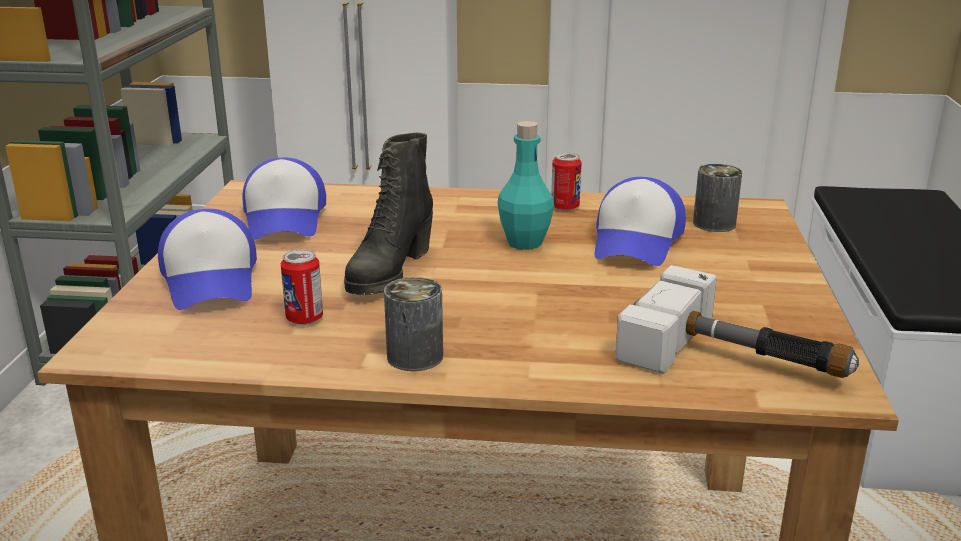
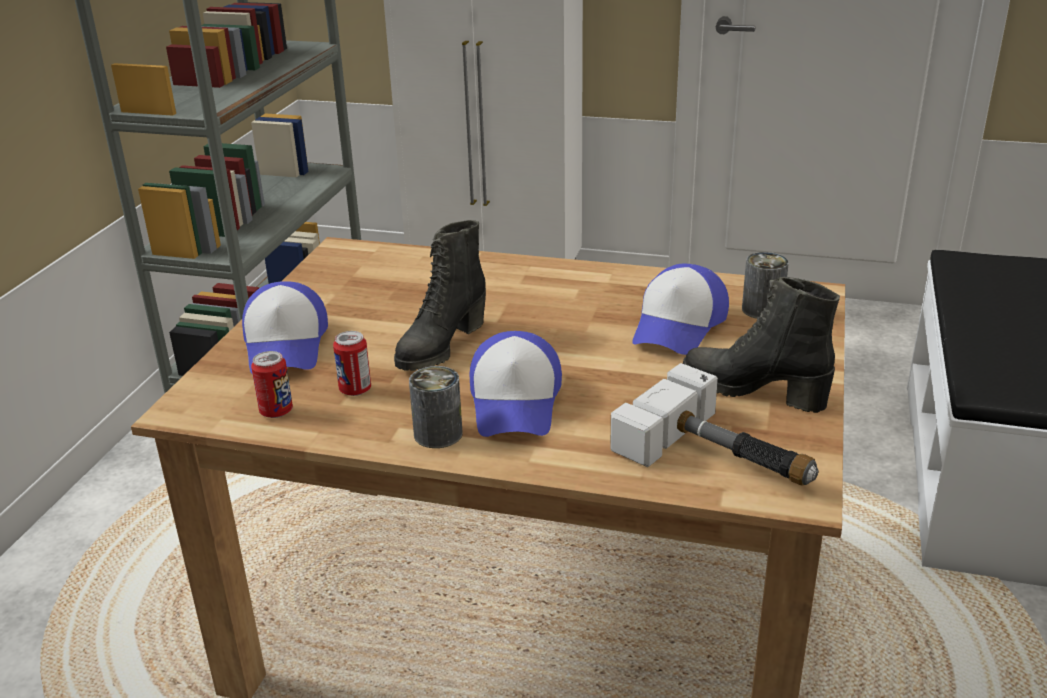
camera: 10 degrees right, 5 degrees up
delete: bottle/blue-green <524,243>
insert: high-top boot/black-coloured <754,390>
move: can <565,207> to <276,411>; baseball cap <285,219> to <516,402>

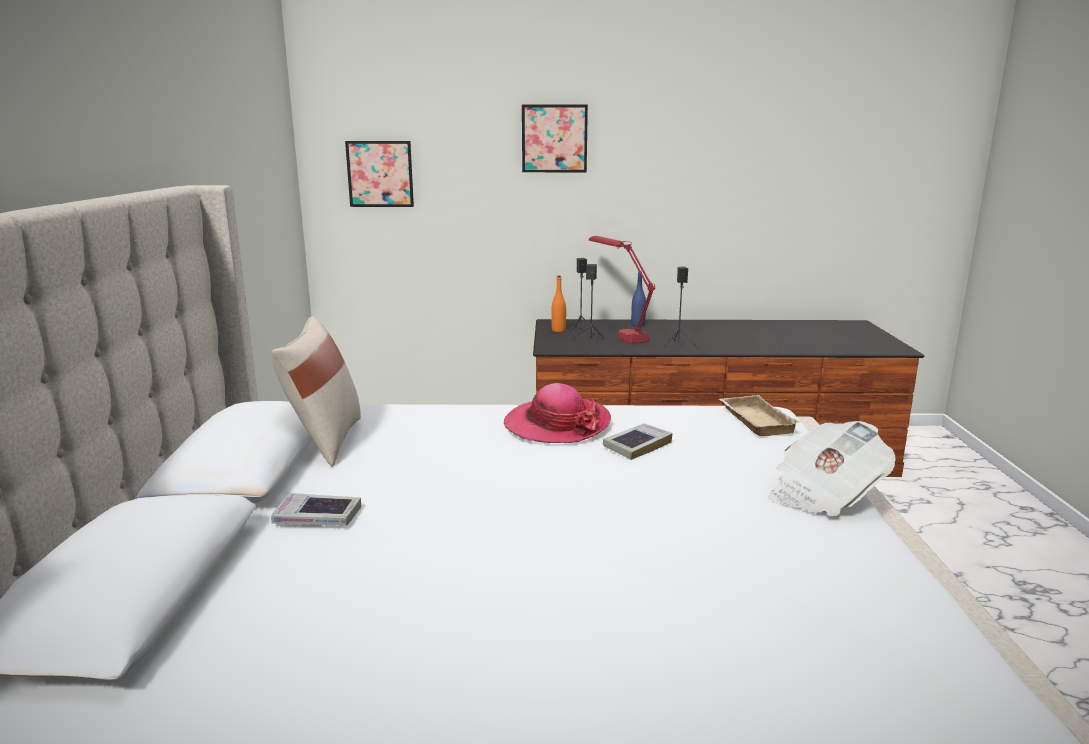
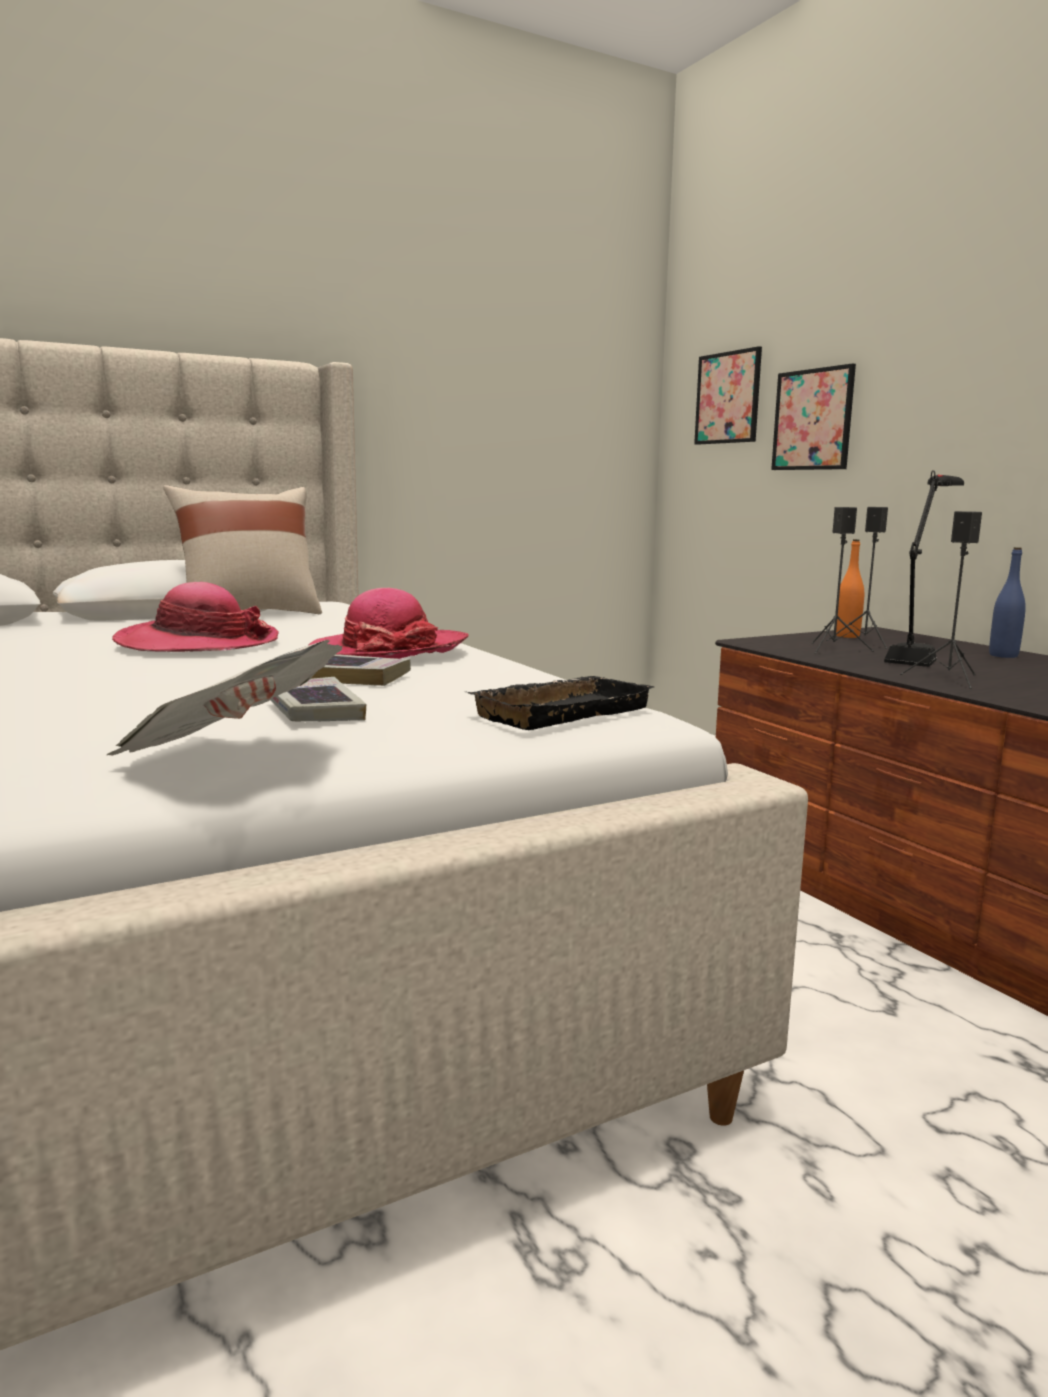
camera: 60 degrees right, 5 degrees down
insert: clothing hat <198,643>
move: volume <317,517> to <314,711>; wall picture <554,138> to <813,419>
recolor: carrying tray/beige <754,420> to carrying tray/black-coloured <560,711>; tabletop lamp/red <619,334> to tabletop lamp/black-coloured <919,654>

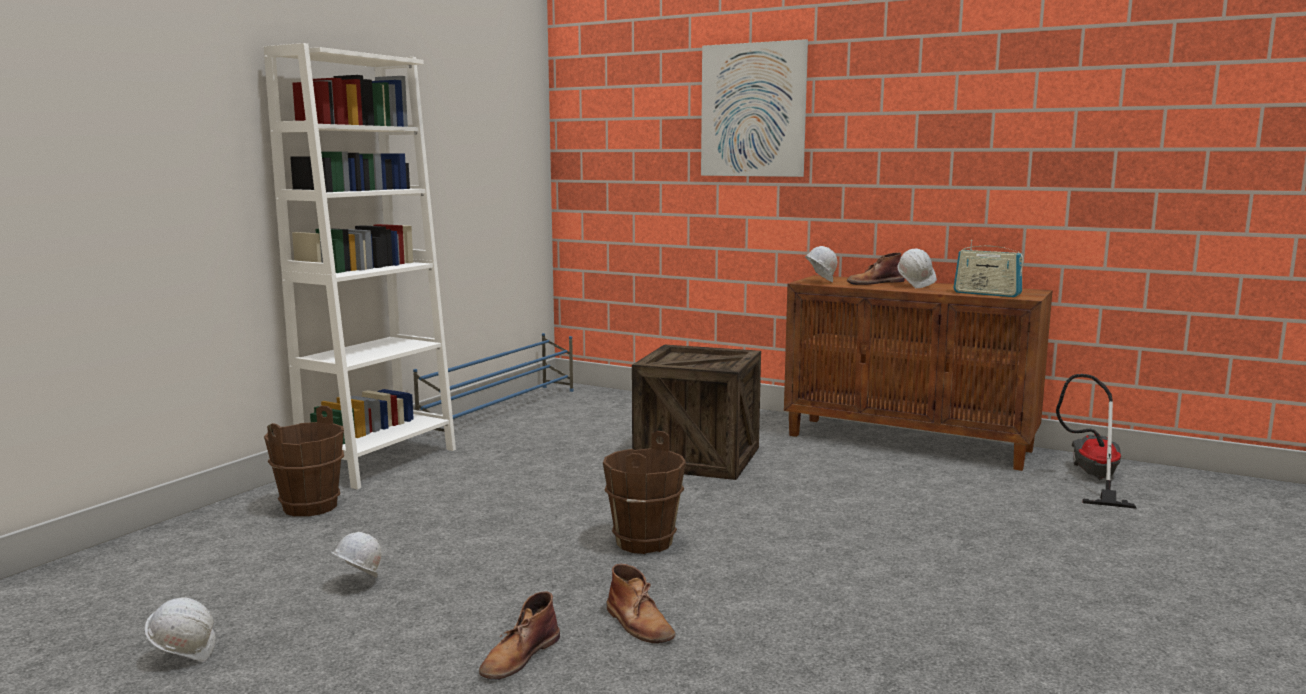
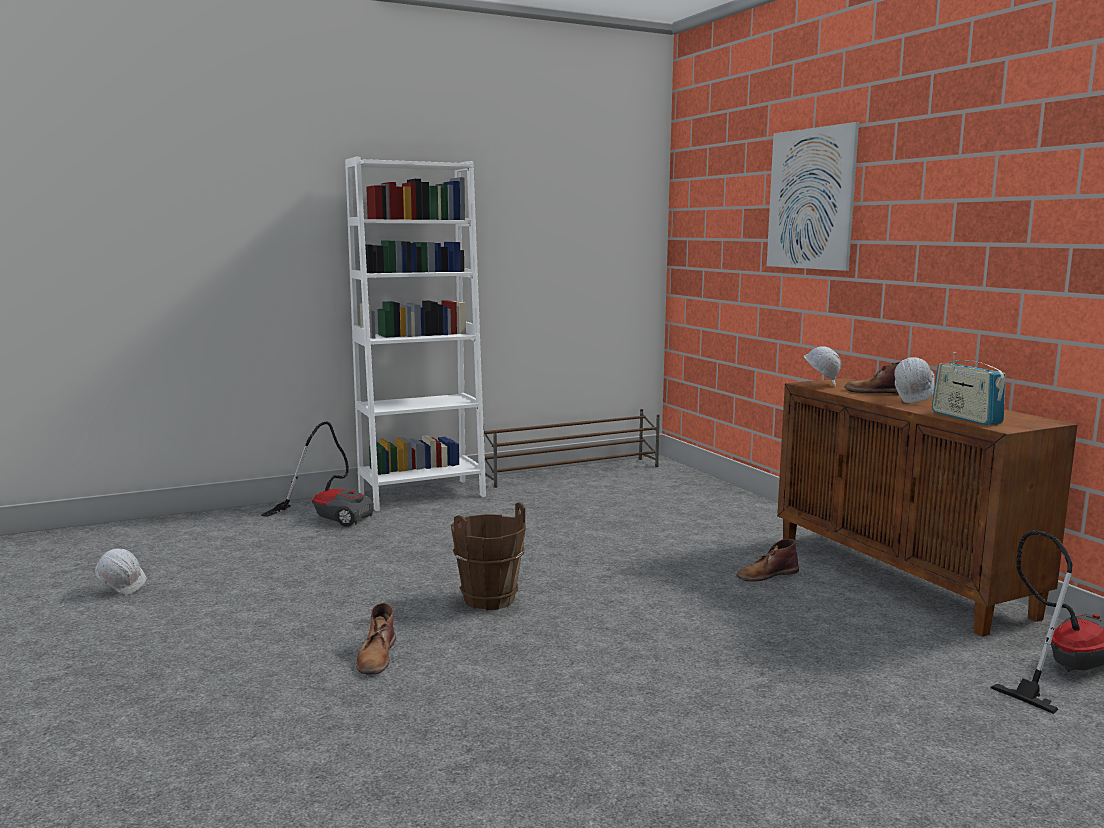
camera: 35 degrees right, 0 degrees up
delete: safety helmet/whitish <357,584>; crate <697,458>
move: high-top boot/brown-coloured <519,656> to <766,574>
replace: pail/brown-coloured <311,507> to vacuum cleaner <330,516>
recolor: shoe shelf/bluish <502,410> to shoe shelf/brown-coloured <573,472>

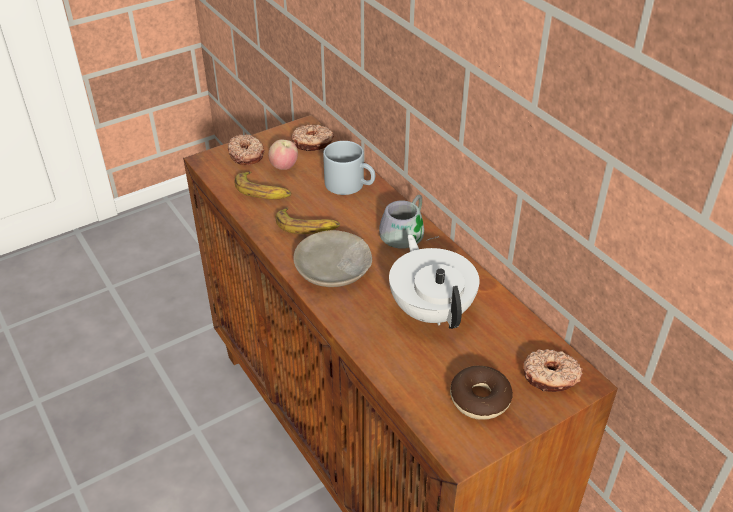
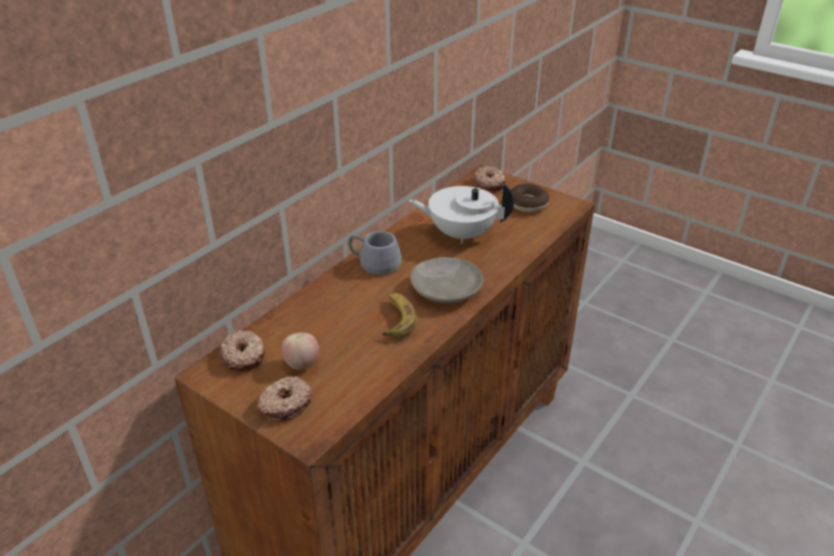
camera: 110 degrees left, 5 degrees down
delete: banana fruit <263,191>; coffee mug/gray <351,185>
rotate: tea pot/whitish <431,309> = <461,234> 45 degrees clockwise

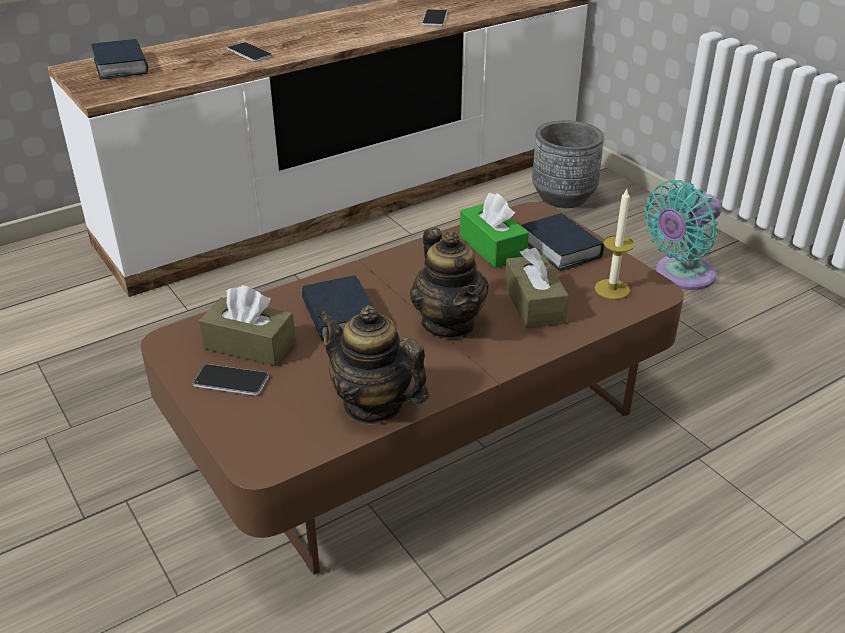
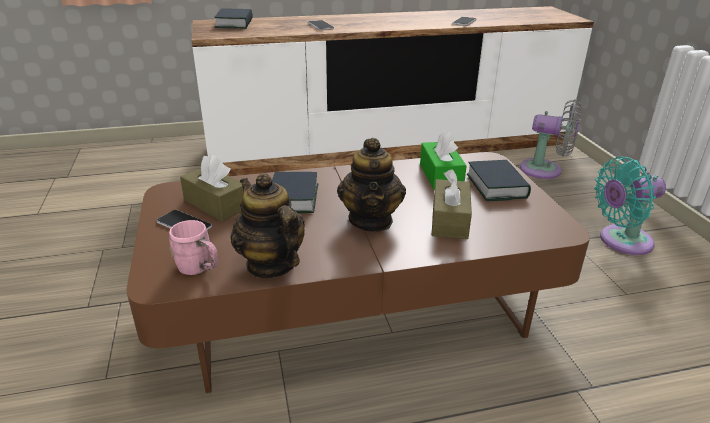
camera: 20 degrees right, 5 degrees down
delete: candle <612,289>
insert: coffee mug/pinkish <199,269>
replace: planter/gray <563,197> to electric fan/gray <545,170>

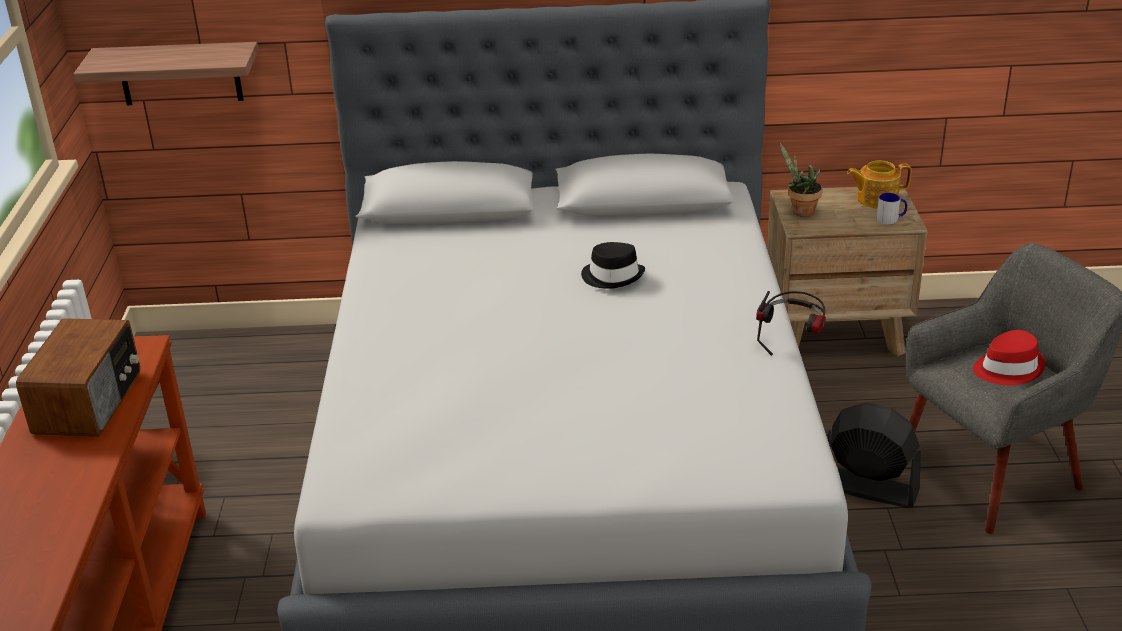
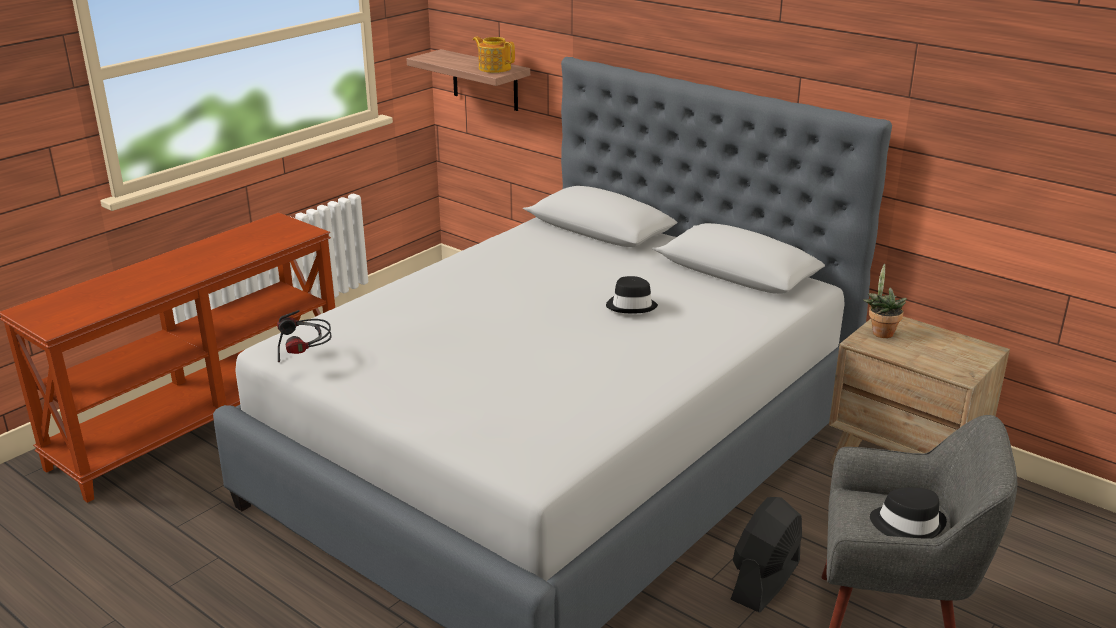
camera: 40 degrees right, 5 degrees down
delete: radio <90,402>; coffee mug <891,219>
move: pair of headphones <792,343> to <306,362>; tea pot <876,199> to <494,68>
recolor: clothing hat/red <1007,368> to clothing hat/black-coloured <907,524>
rotate: electric fan/black-coloured <867,487> = <765,581> 120 degrees counterclockwise

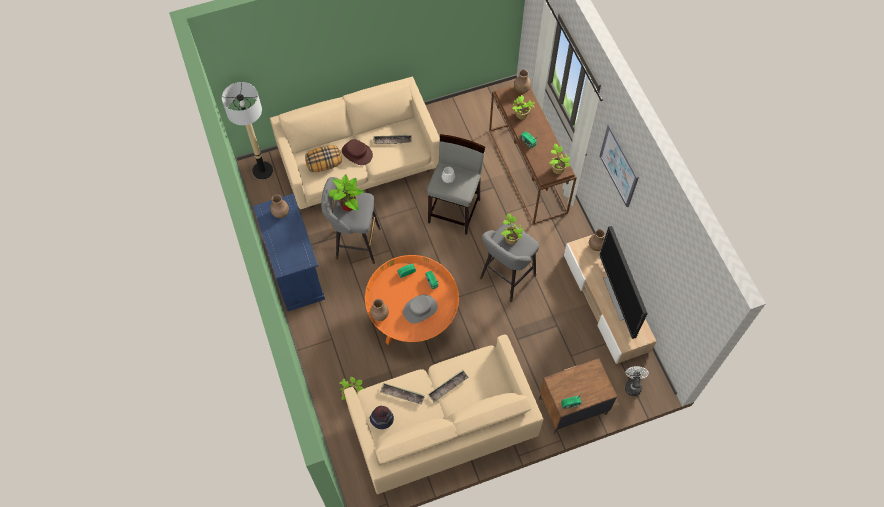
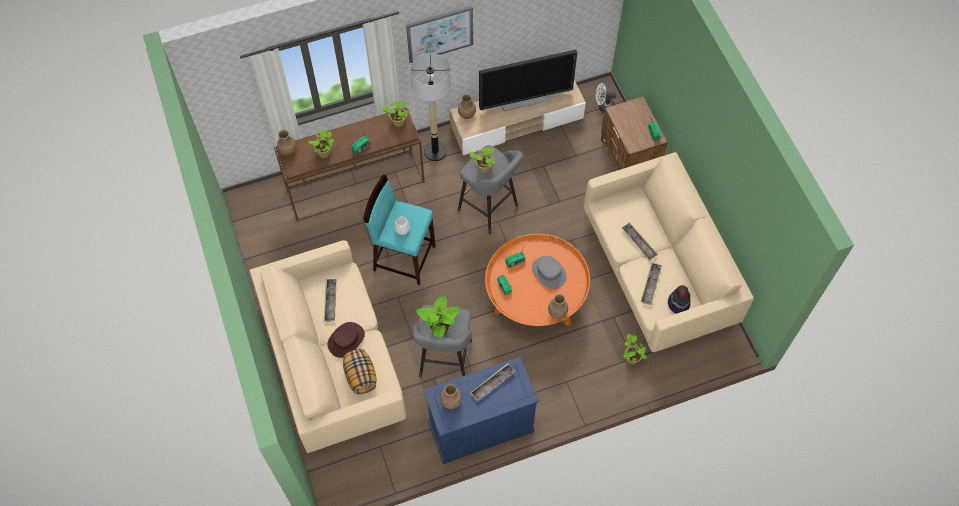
camera: 90 degrees left, 0 degrees up
insert: carrying tray <492,383>
move: standing lamp <262,170> to <435,151>
recolor: sitting stool/gray <455,210> to sitting stool/blue-green <404,257>

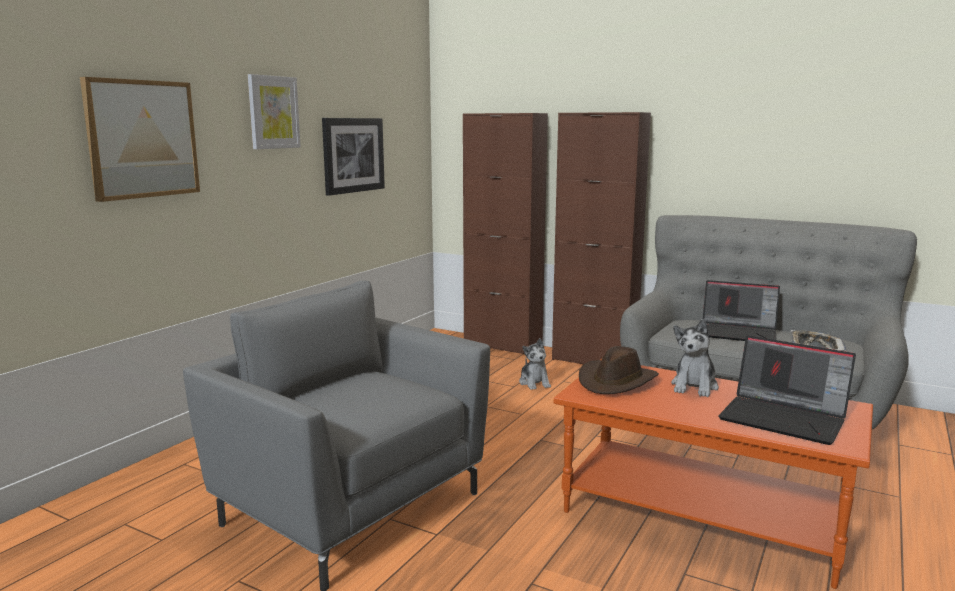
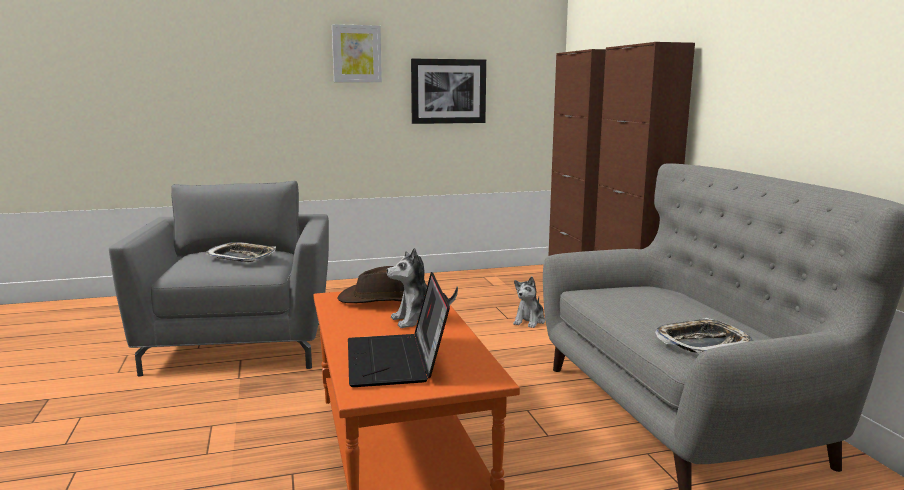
camera: 45 degrees right, 0 degrees up
delete: wall picture <142,139>; laptop <739,333>
insert: carrying tray <242,257>

